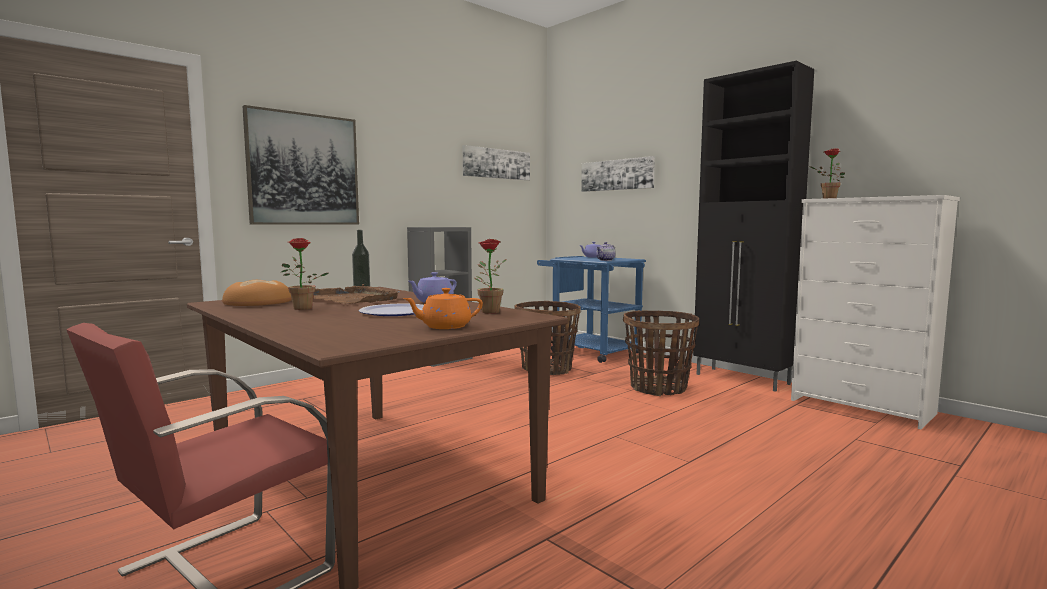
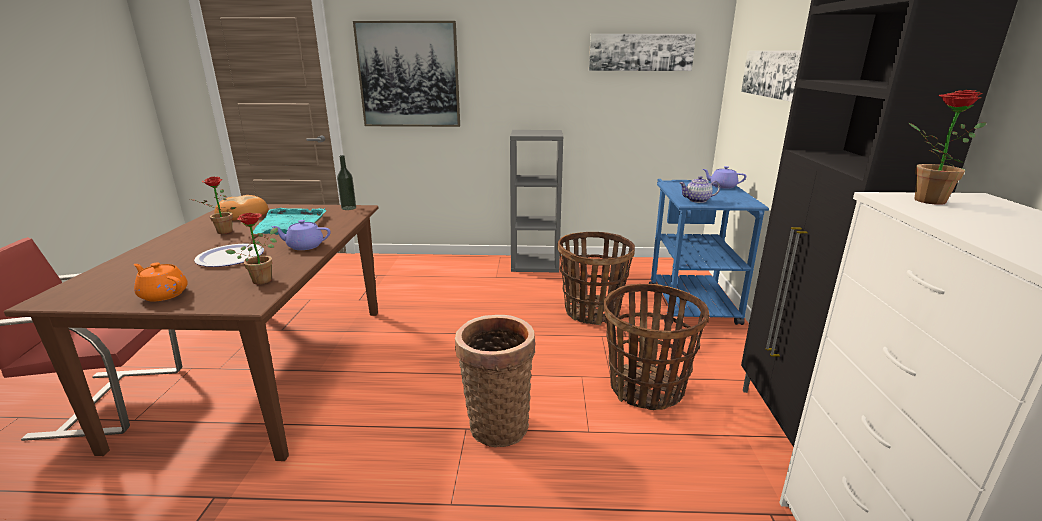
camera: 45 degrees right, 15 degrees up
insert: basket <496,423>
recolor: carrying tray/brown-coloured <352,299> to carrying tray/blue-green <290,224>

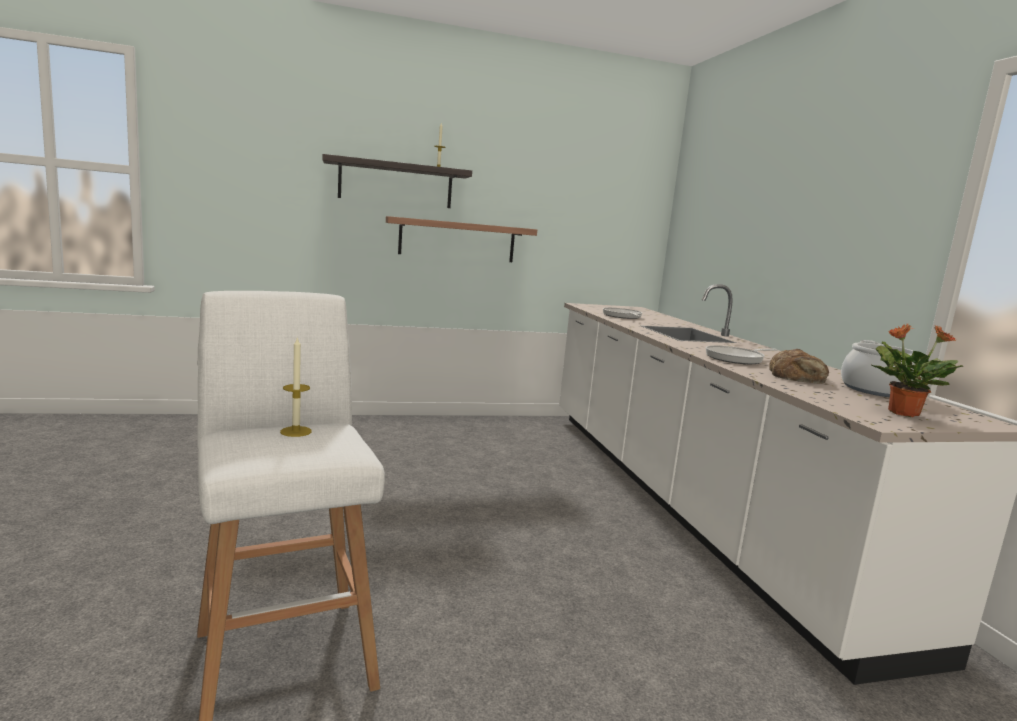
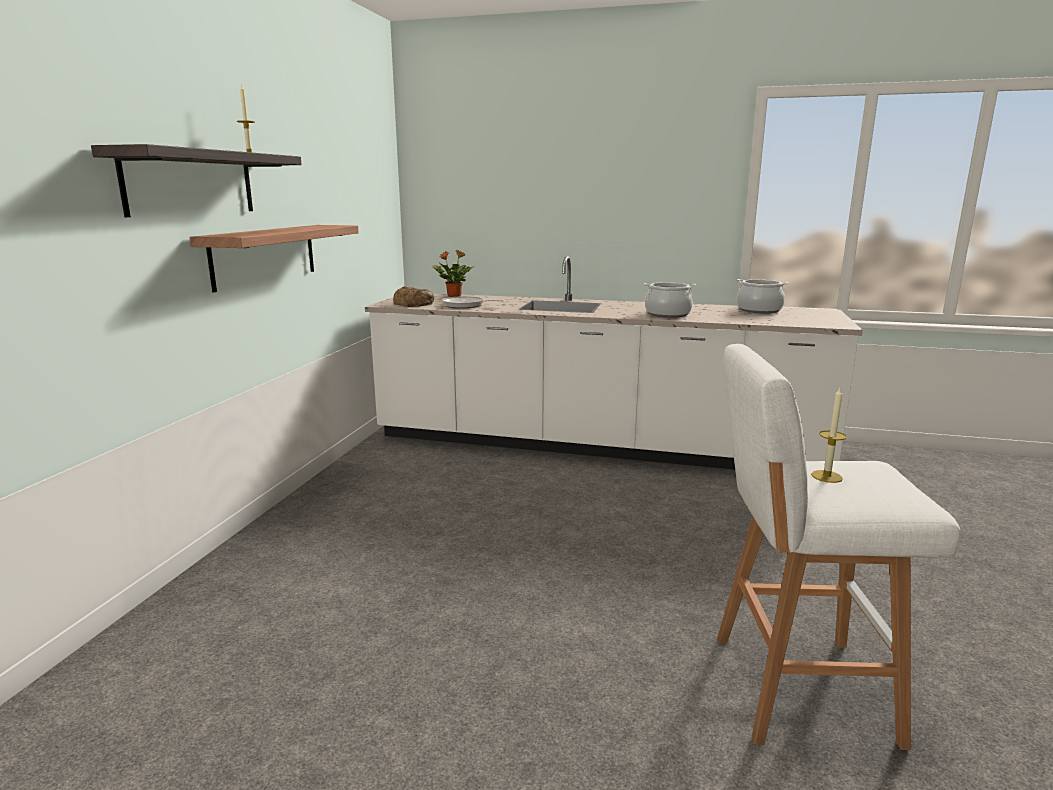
camera: 60 degrees left, 5 degrees up
move: baked bread <798,376> to <414,303>; plant in a pot <902,413> to <453,296>
replace: frying pan <737,359> to cooking pot <667,314>

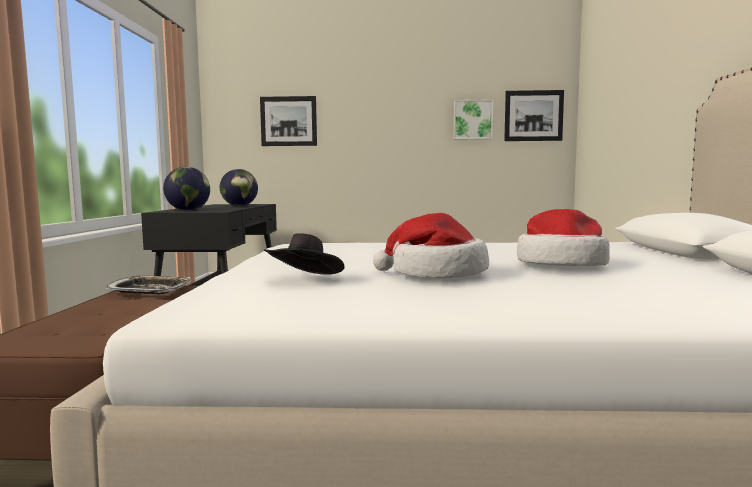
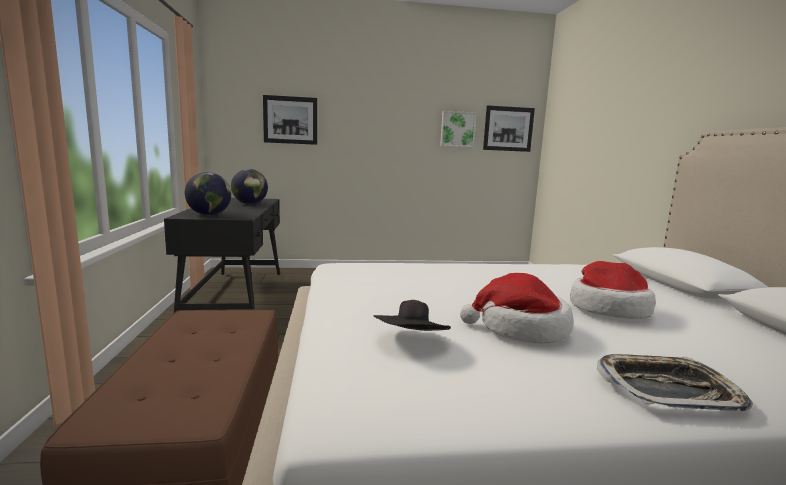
camera: 10 degrees left, 5 degrees up
move: carrying tray <150,290> to <667,390>

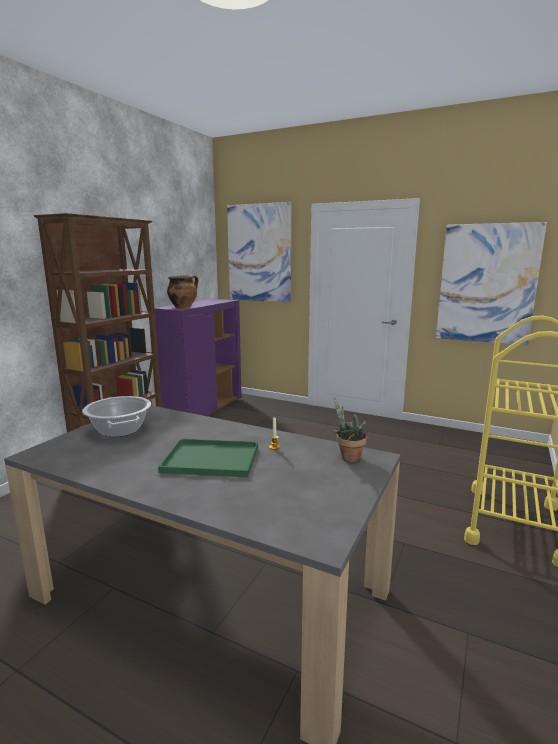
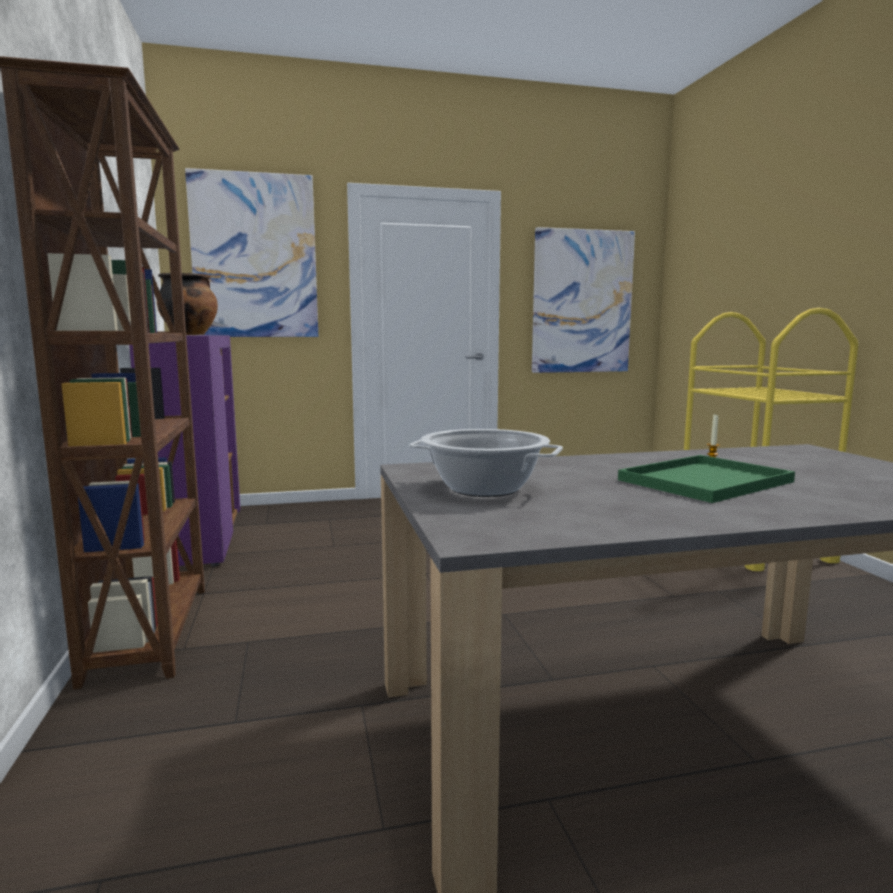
camera: 40 degrees left, 5 degrees down
delete: plant in a pot <347,457>

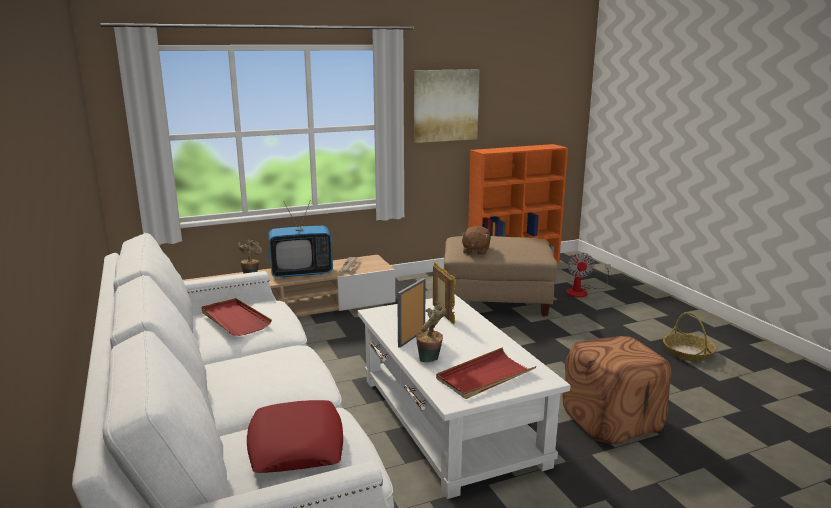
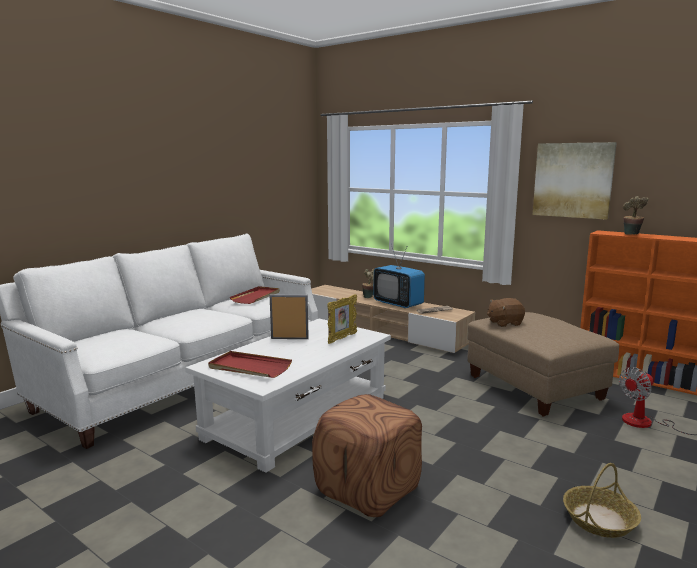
camera: 60 degrees right, 5 degrees down
delete: cushion/red <296,445>
move: plant in a pot <430,360> to <632,235>

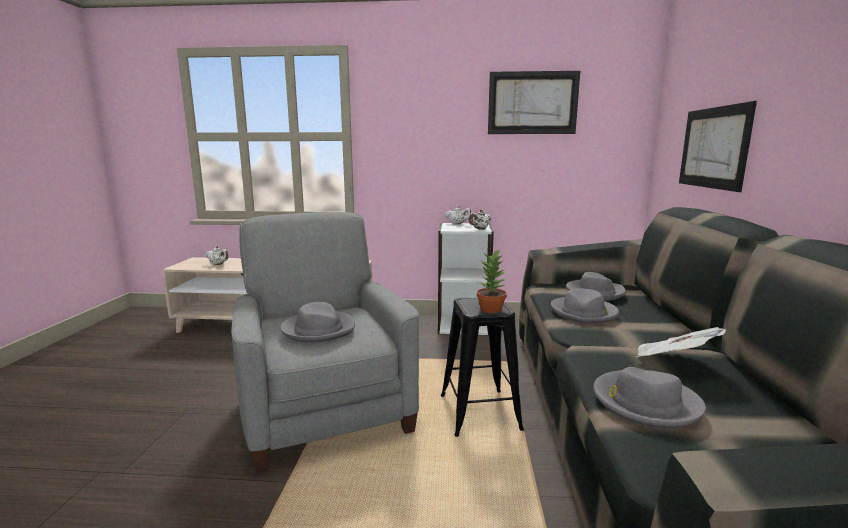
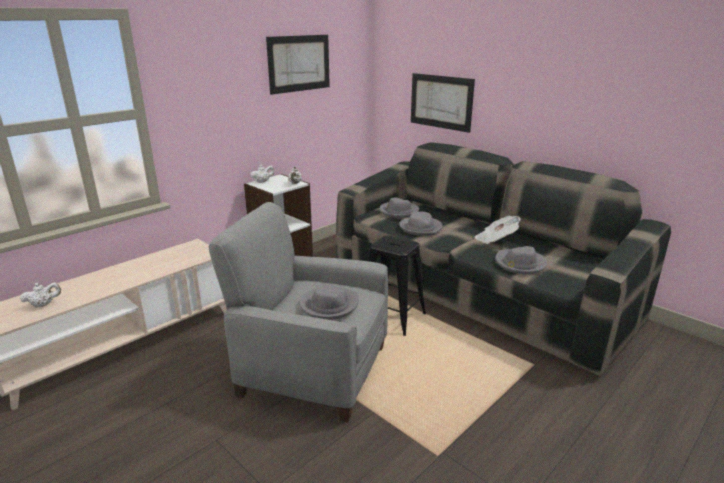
camera: 50 degrees left, 10 degrees up
delete: plant in a pot <491,309>

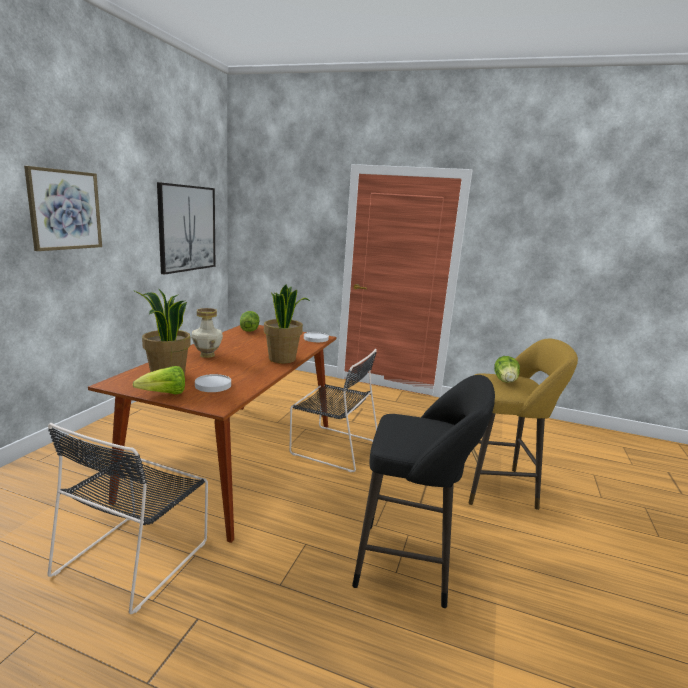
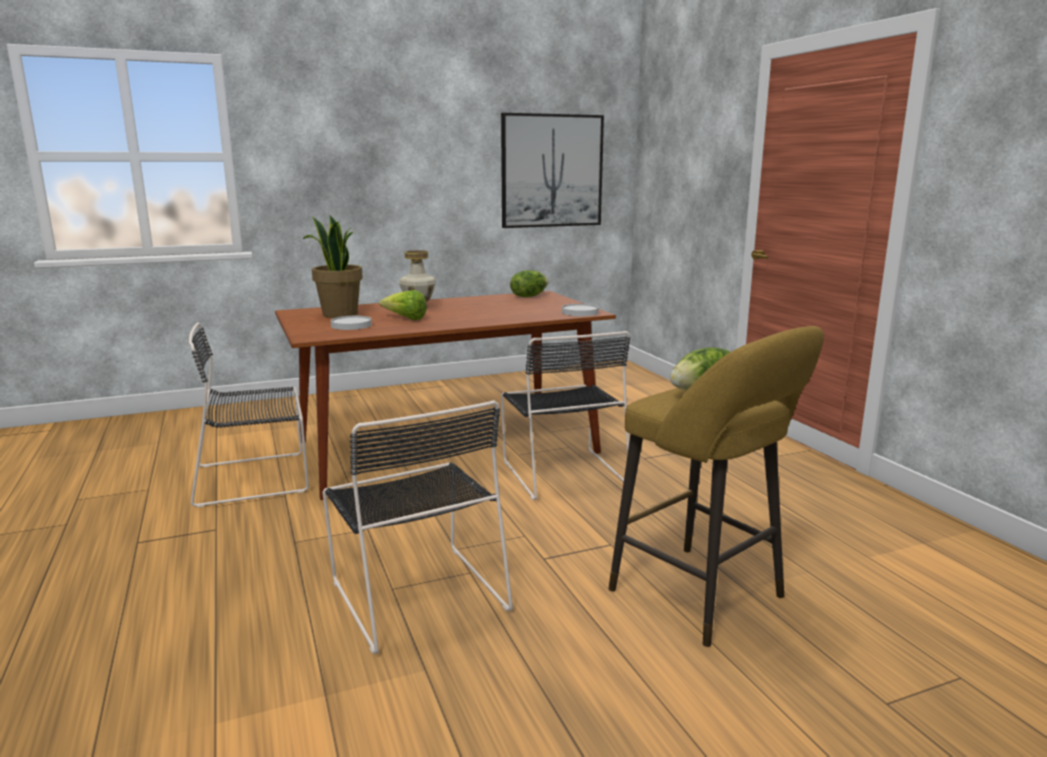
camera: 50 degrees right, 0 degrees up
delete: wall picture <65,210>; plant in a pot <283,359>
move: lettuce head <164,394> to <406,319>
replace: sitting stool/black-coloured <410,564> to chair/black-coloured <417,592>

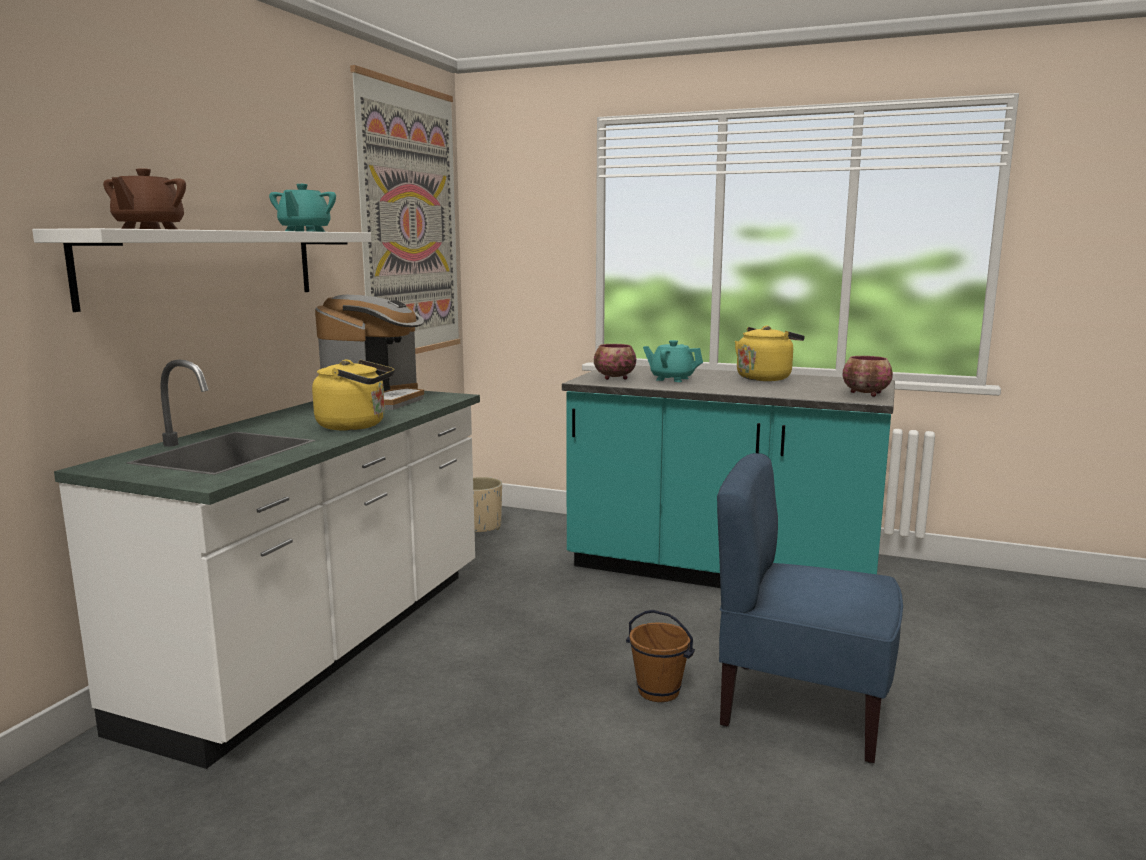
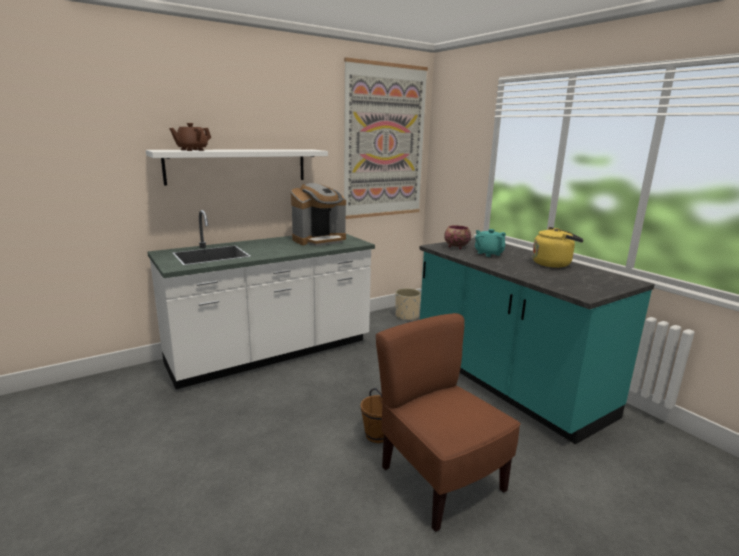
camera: 35 degrees right, 5 degrees up
delete: tea pot/blue-green <304,231>; water kettle/yellow-coloured <356,426>; serving bowl <866,394>
recolor: chair/bluish <801,708> to chair/brown-coloured <440,480>

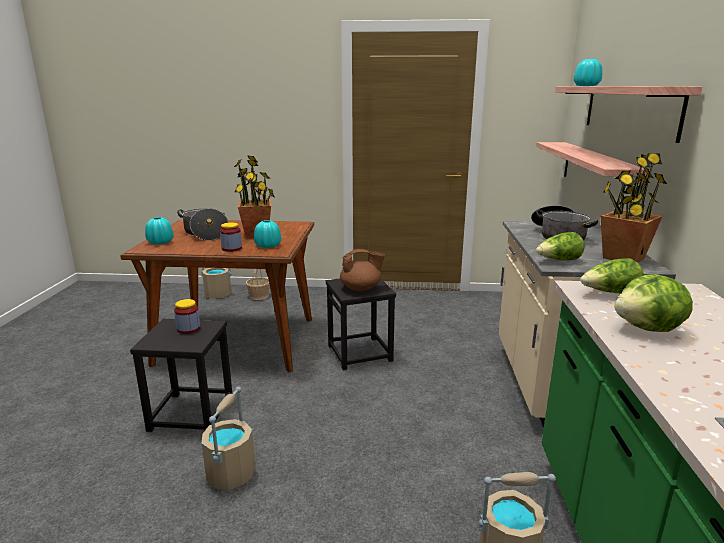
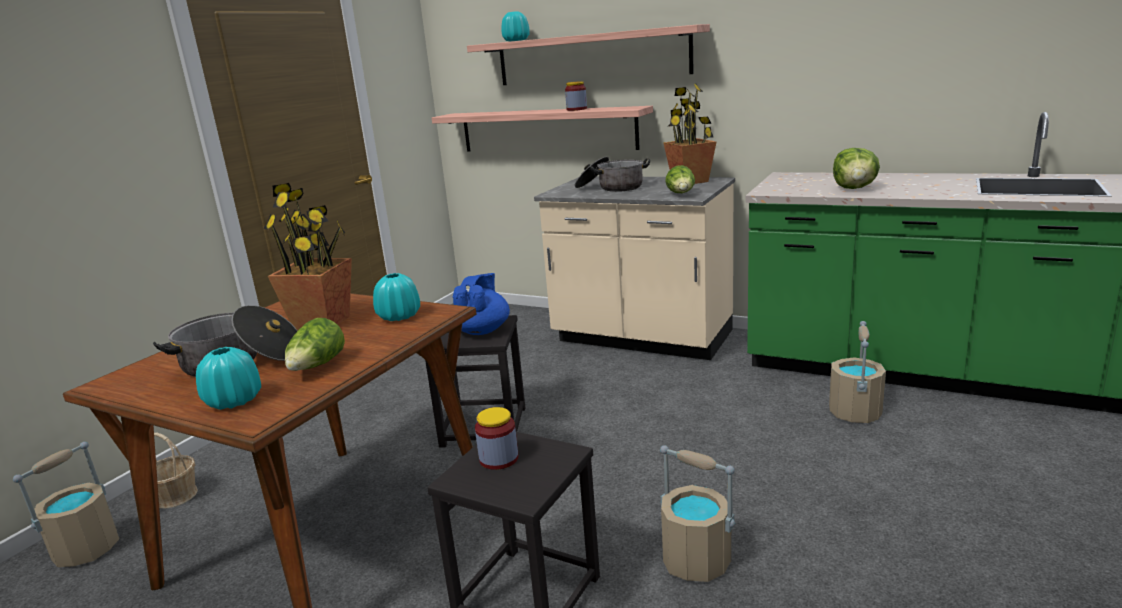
camera: 65 degrees left, 0 degrees up
move: lettuce head <609,293> to <317,366>; preserve jar <231,248> to <576,109>
recolor: tea pot/brown-coloured <361,288> to tea pot/bluish <482,330>

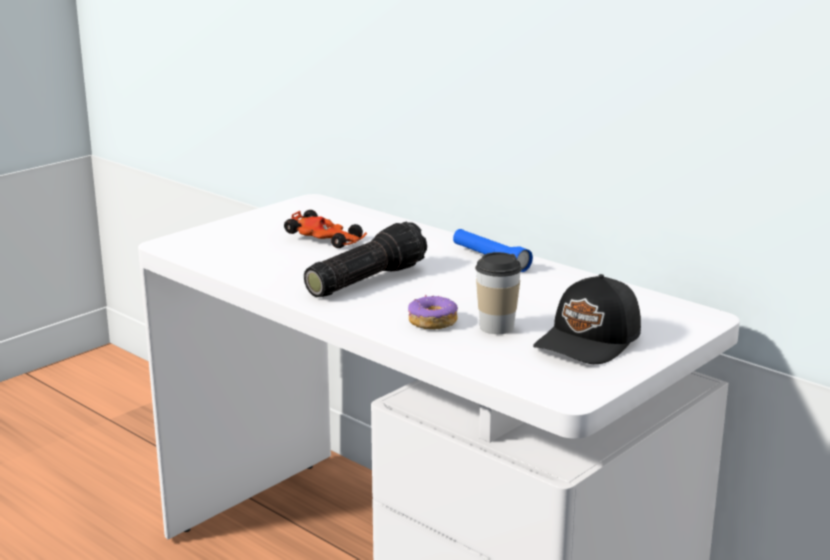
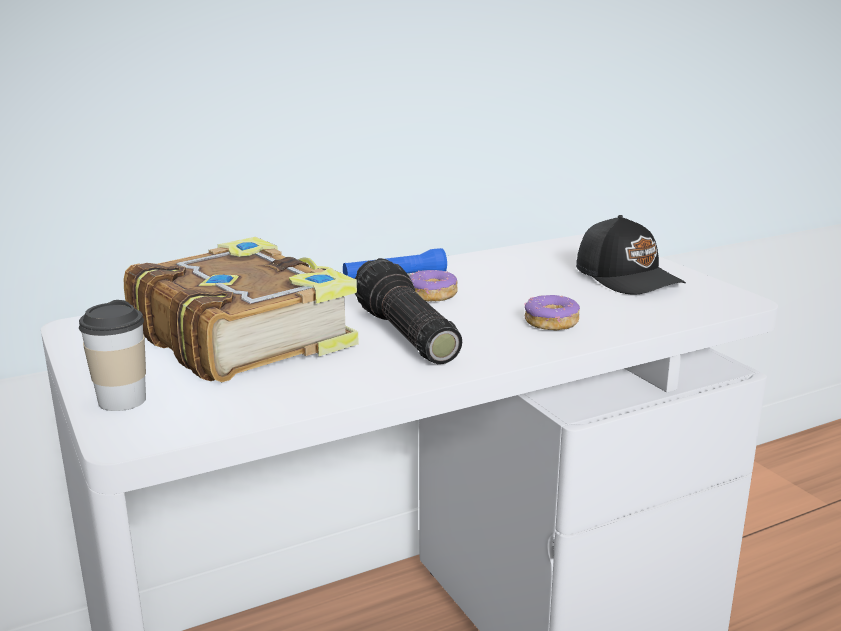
camera: 70 degrees left, 0 degrees up
insert: ring doughnut <432,295>
move: drinking cup <496,327> to <122,400>
replace: miniature car <326,239> to volume <242,336>

